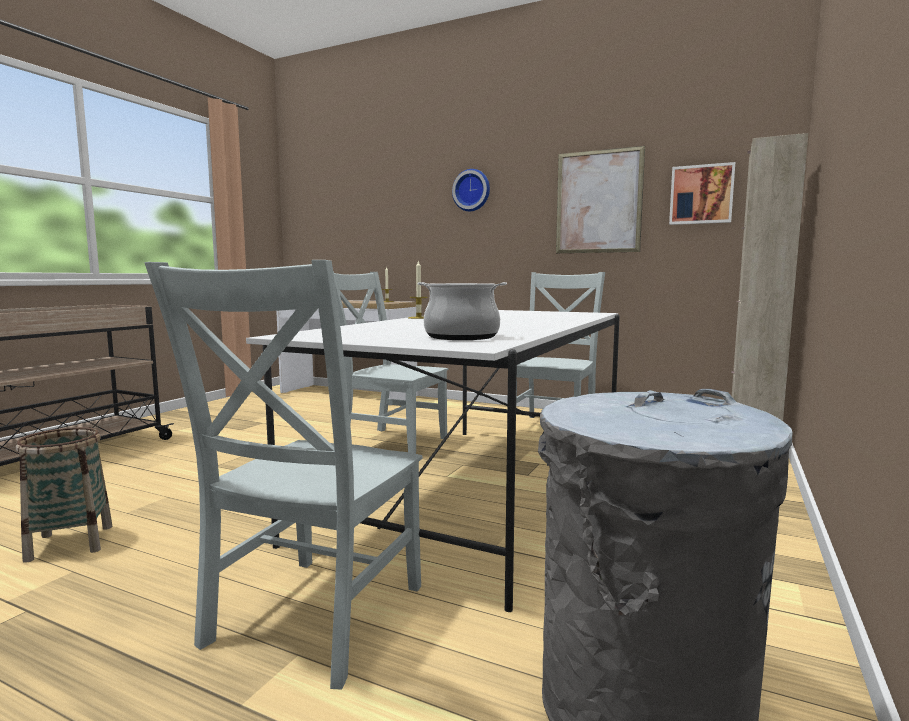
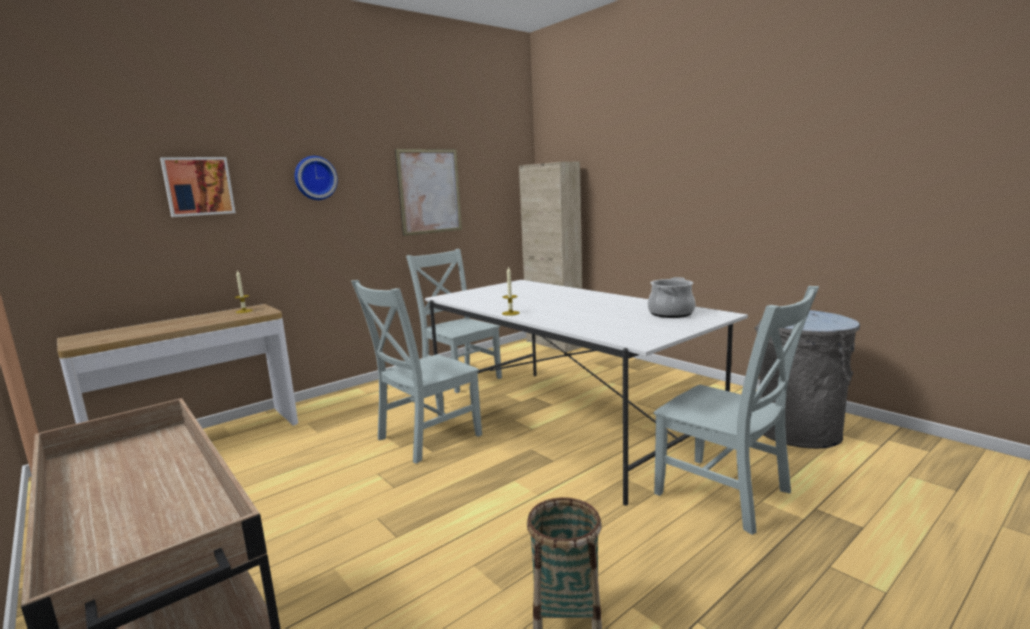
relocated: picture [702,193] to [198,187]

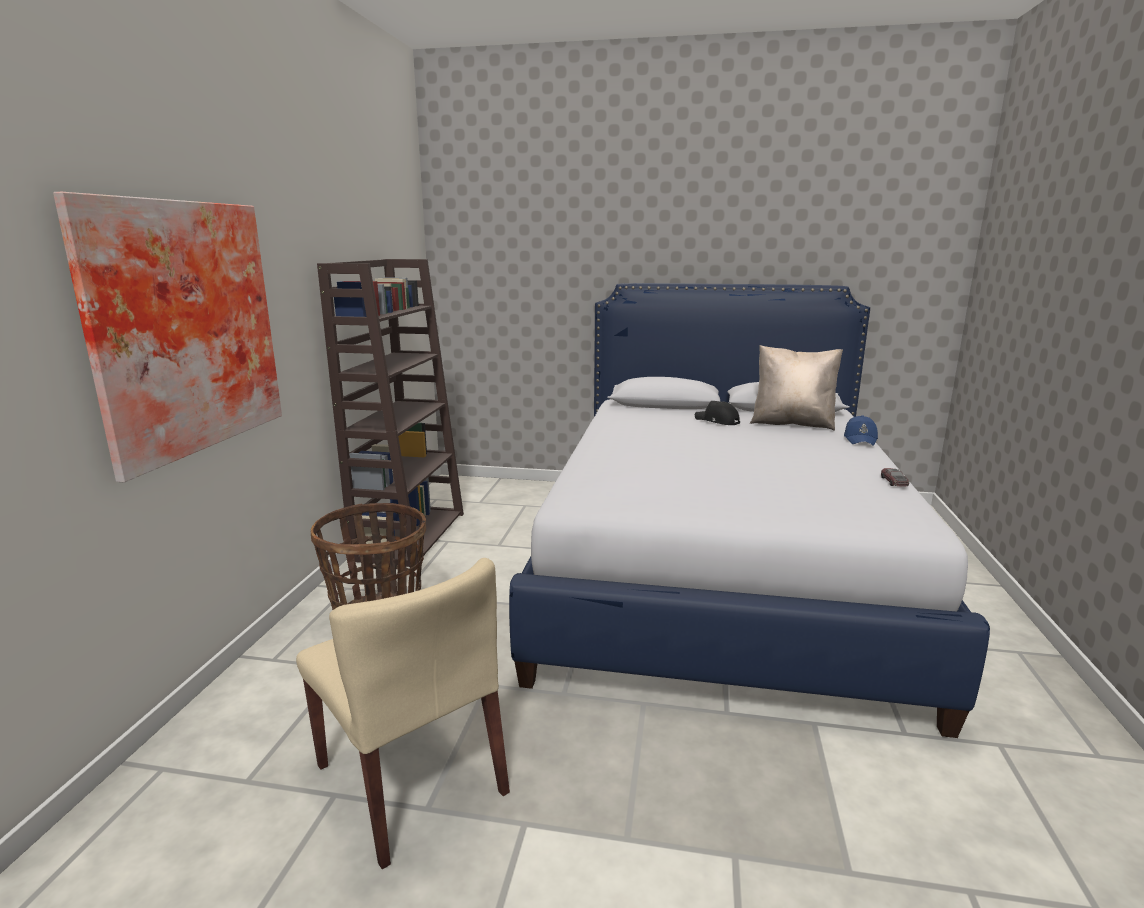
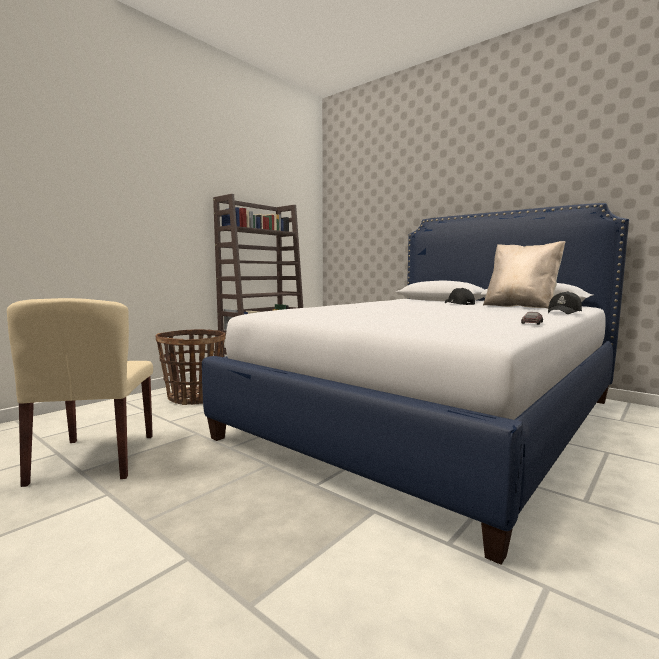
missing: picture [167,337]
colour: cap/blue [861,430] to cap/black [565,302]

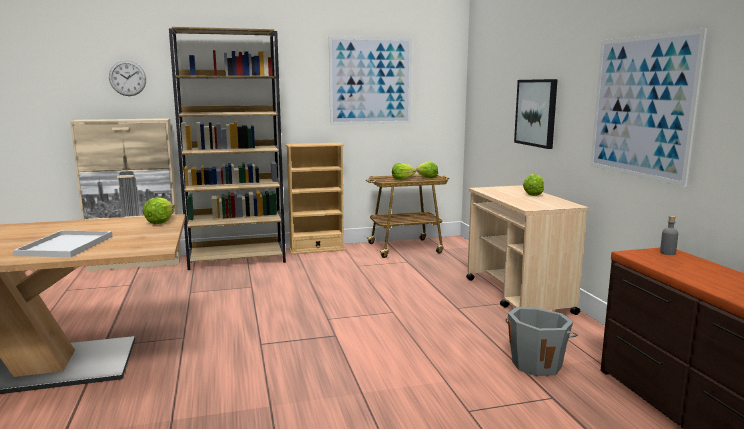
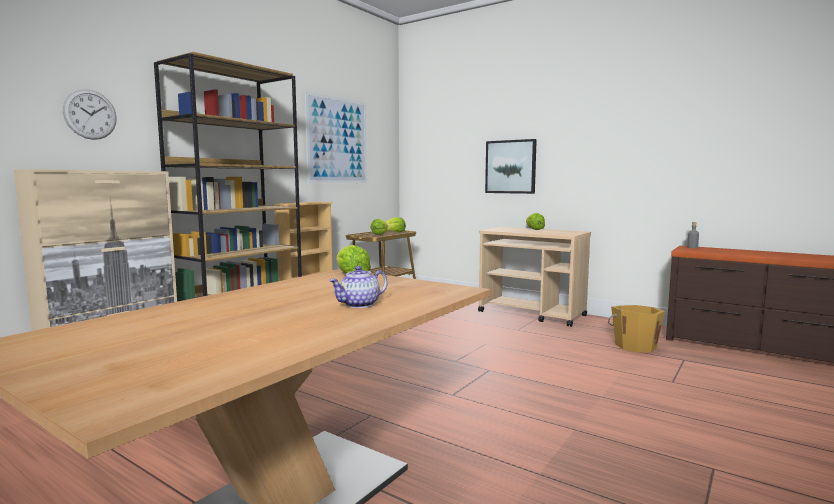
missing: picture [648,107]
exchanged: tray/white [63,243] to teapot [358,287]
colour: bucket/grey [541,341] to bucket/orange [636,329]

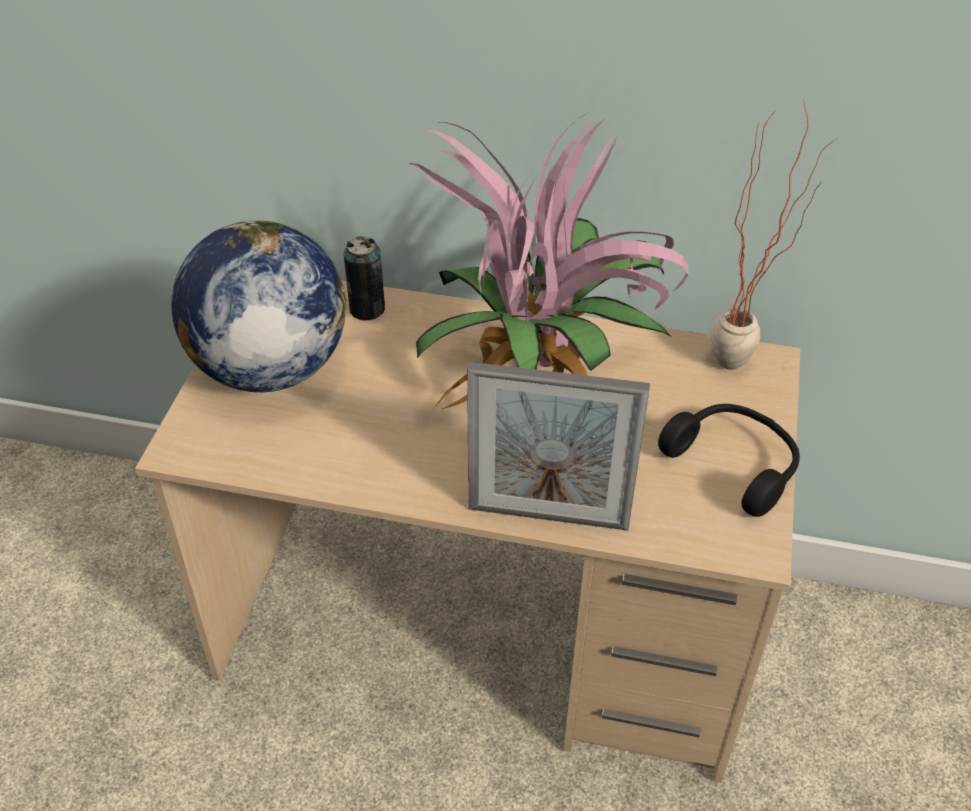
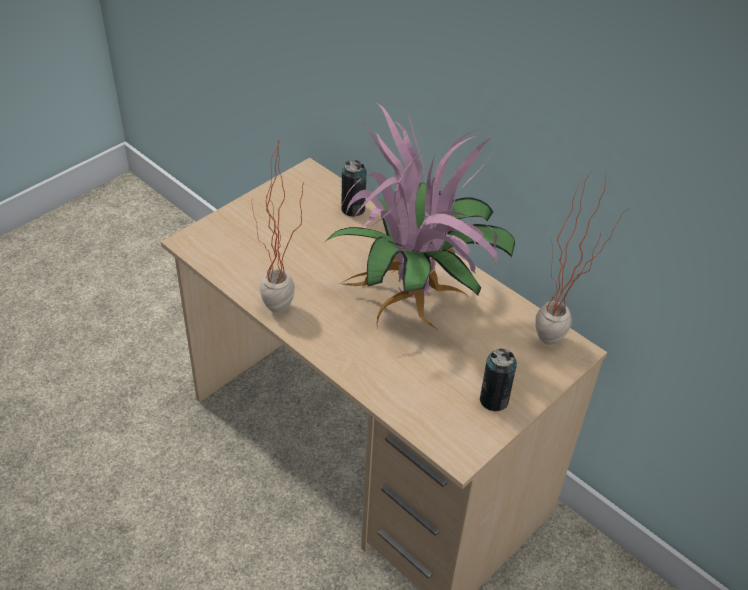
missing: globe [258,306]; picture frame [558,446]
appeared: potted plant [278,226]
exchanged: headphones/black [729,460] to can [498,379]

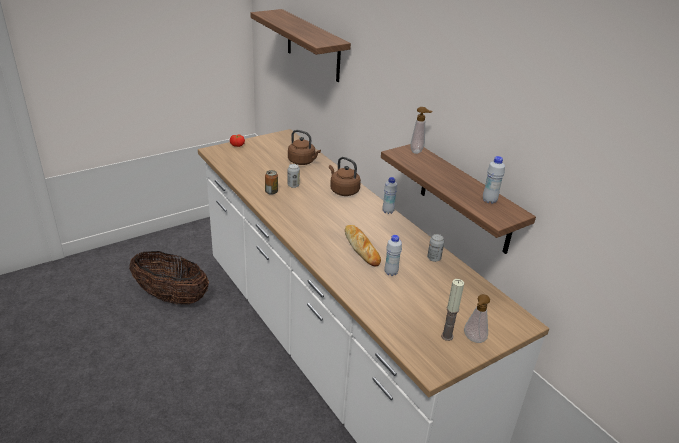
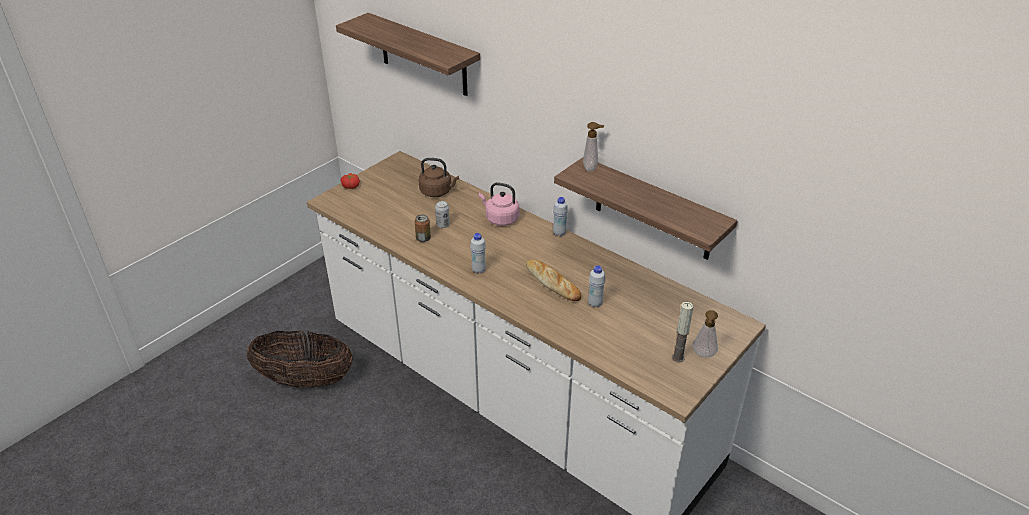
missing: can [435,248]
relocated: bottle/white [494,180] to [478,253]
colour: kettle/brown [345,176] to kettle/pink [499,204]

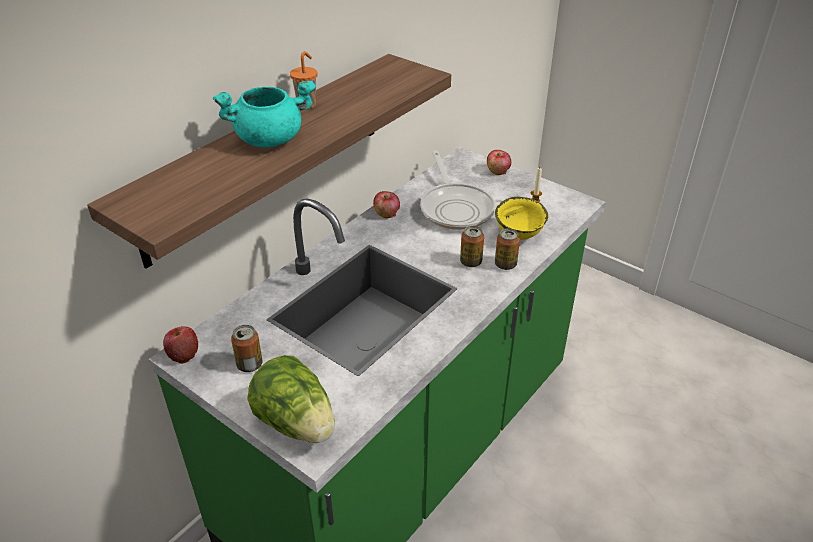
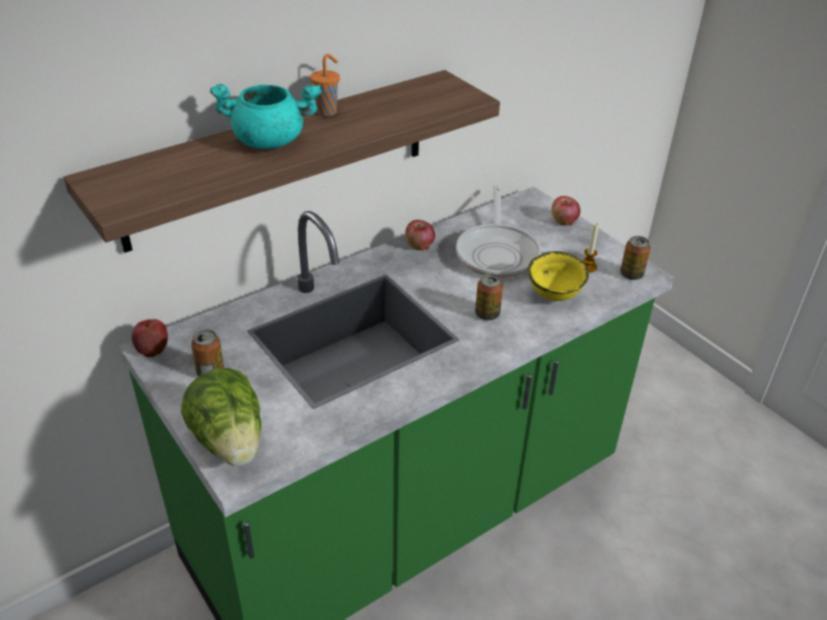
relocated: can [507,249] to [635,258]

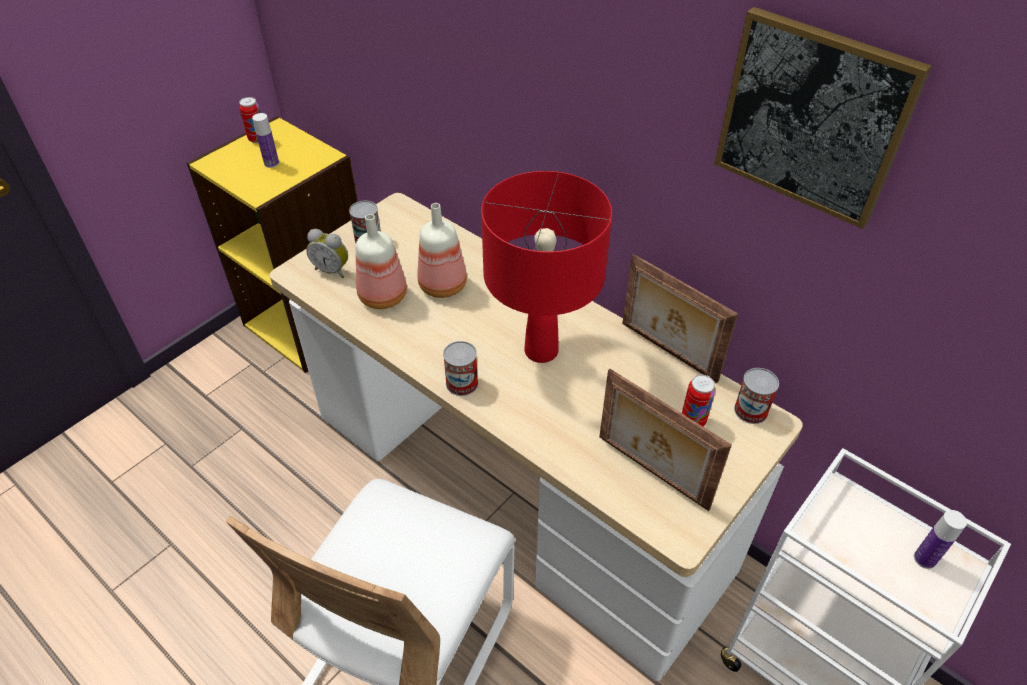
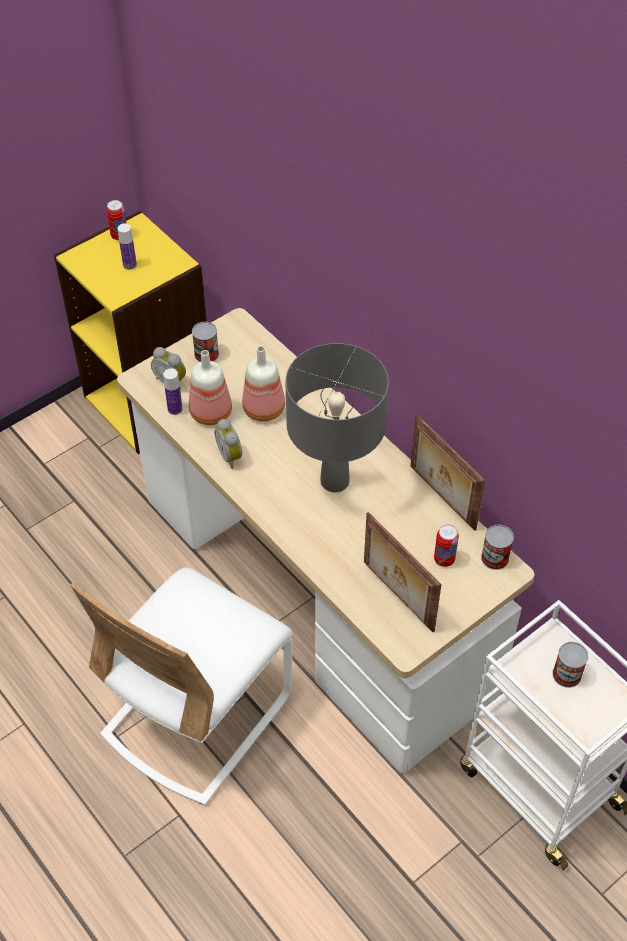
missing: picture [823,118]
appeared: alarm clock [228,444]
relocated: bottle [940,539] to [173,391]; can [460,368] to [570,665]
colour: table lamp/red [546,267] to table lamp/grey [337,417]

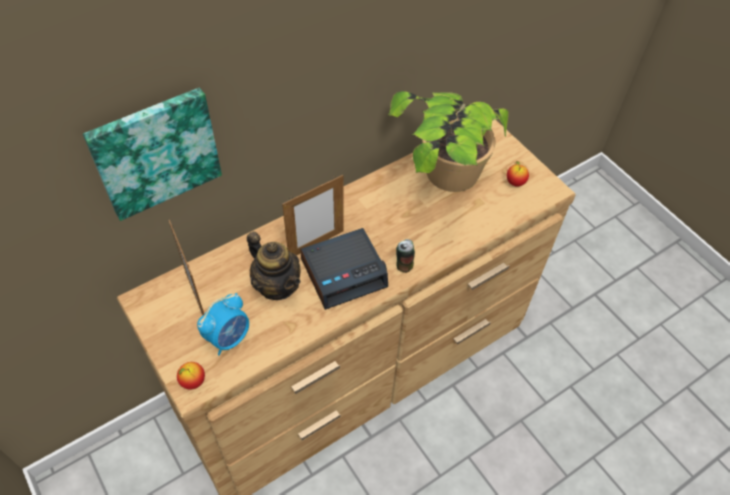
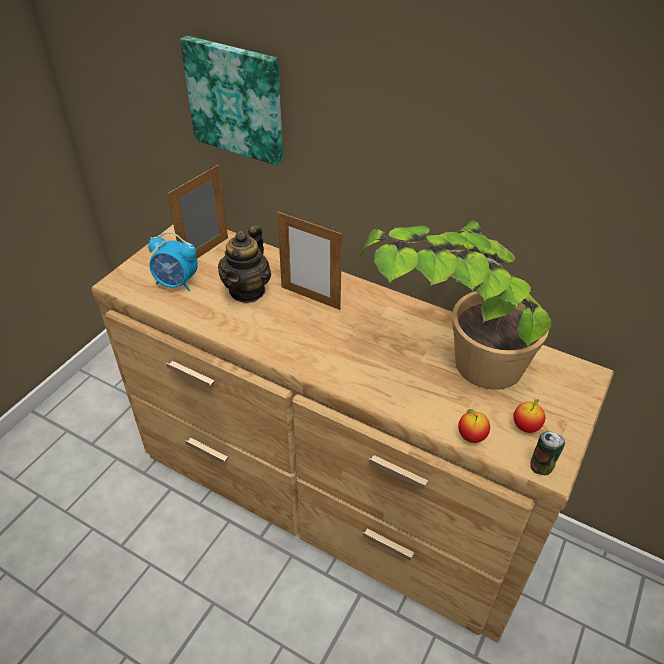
missing: alarm clock [344,269]
relocated: apple [191,376] to [474,426]; can [405,256] to [547,453]

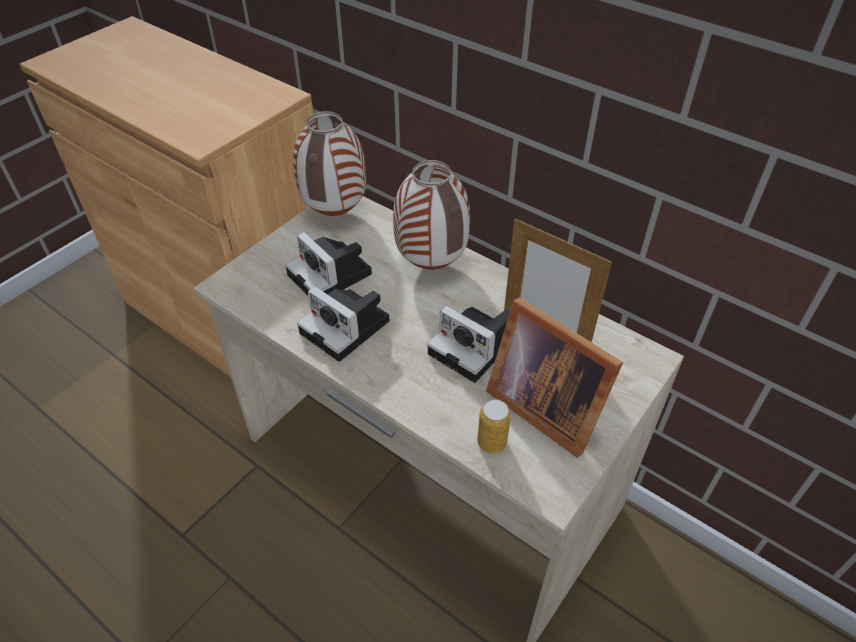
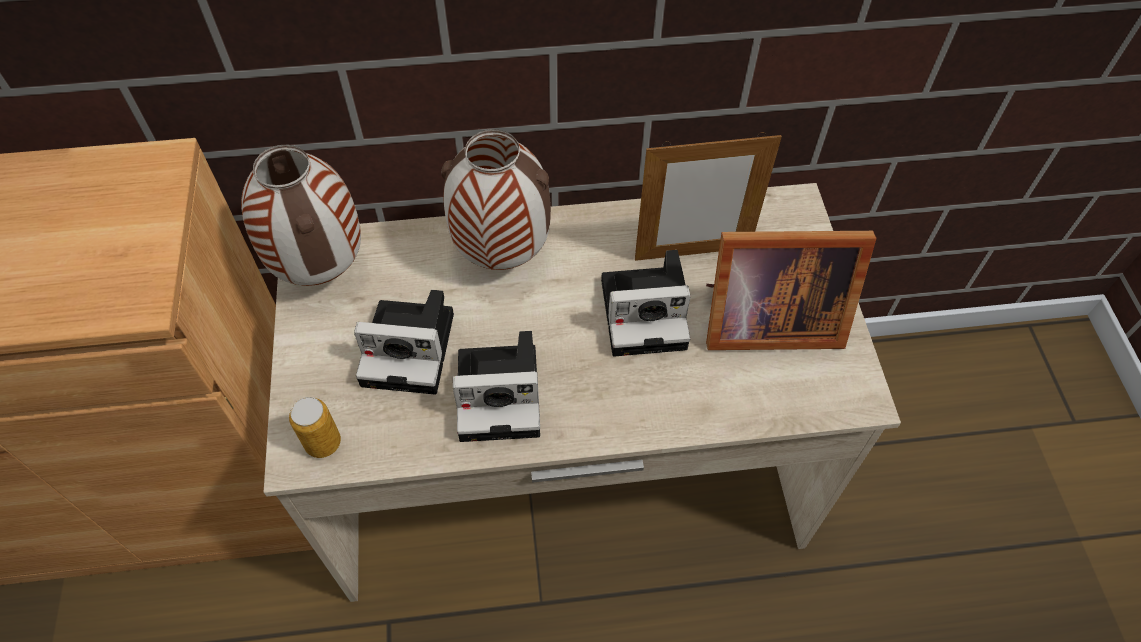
relocated: can [494,426] to [315,427]

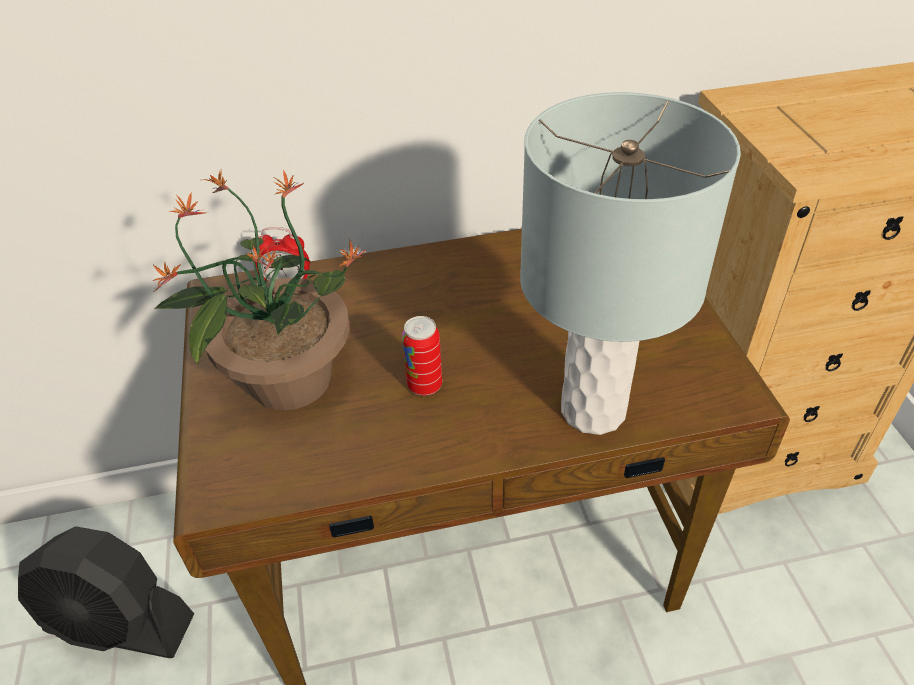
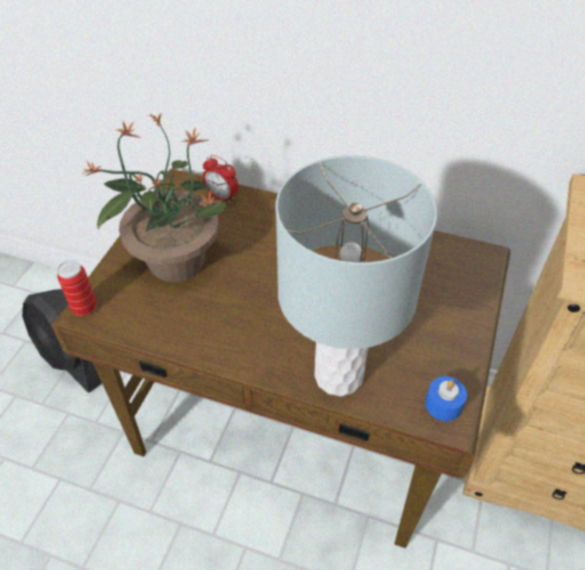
appeared: candle/blue [446,398]
relocated: can [422,356] to [77,288]

